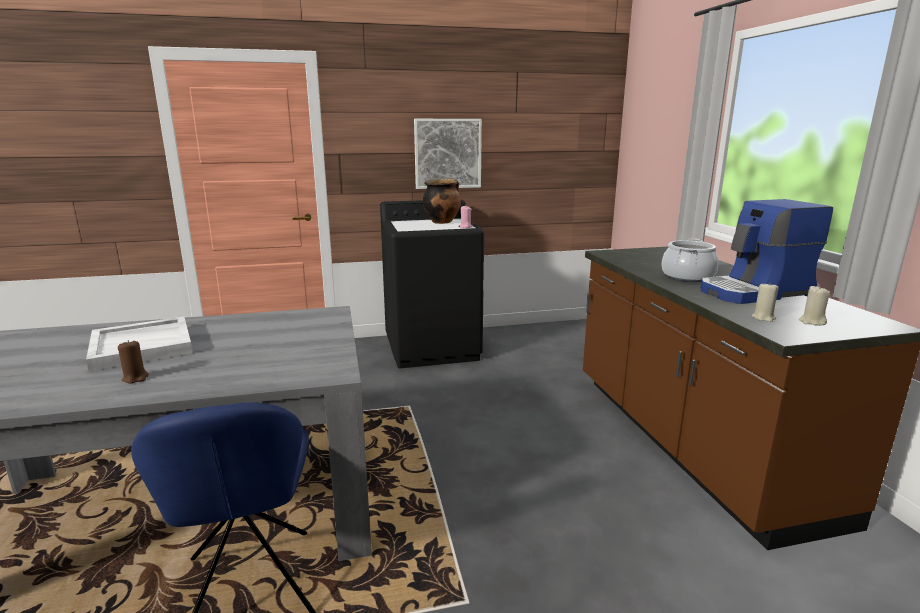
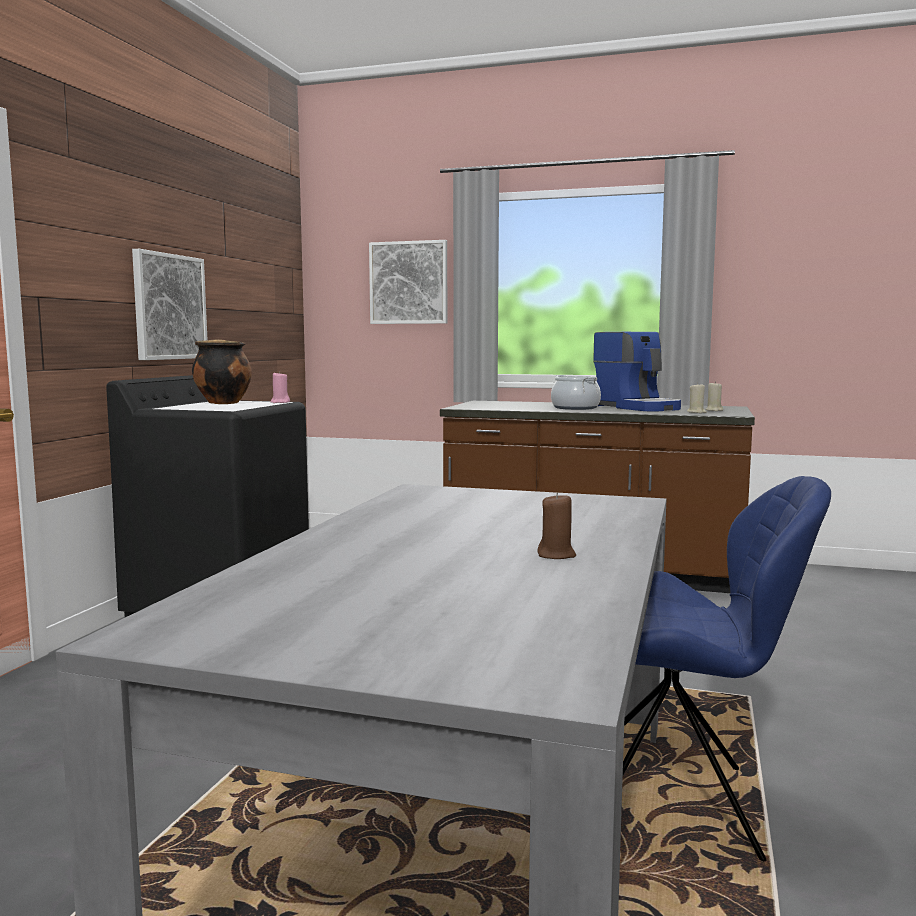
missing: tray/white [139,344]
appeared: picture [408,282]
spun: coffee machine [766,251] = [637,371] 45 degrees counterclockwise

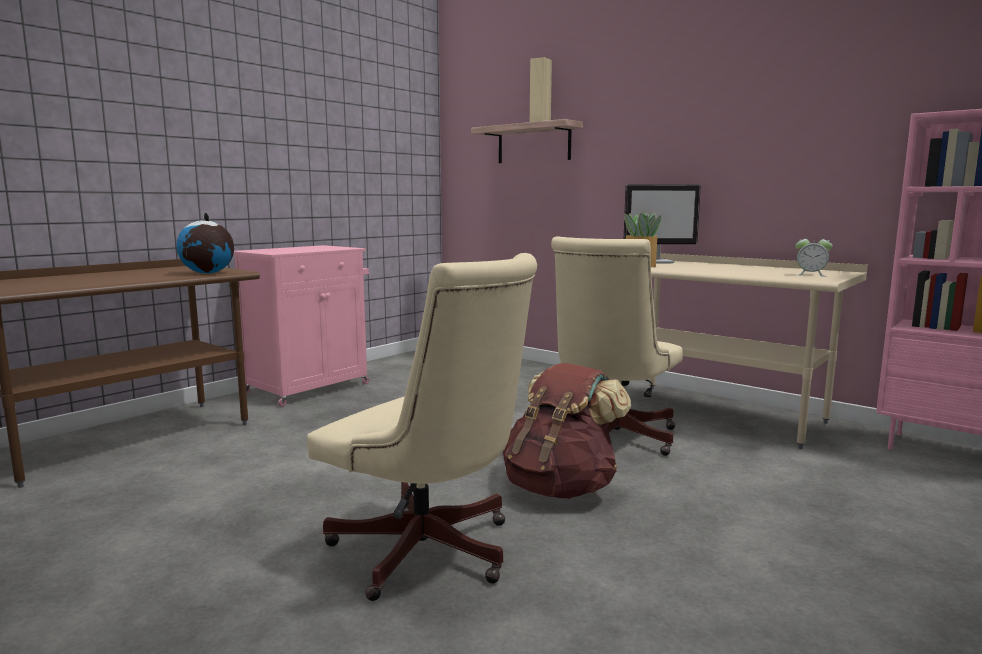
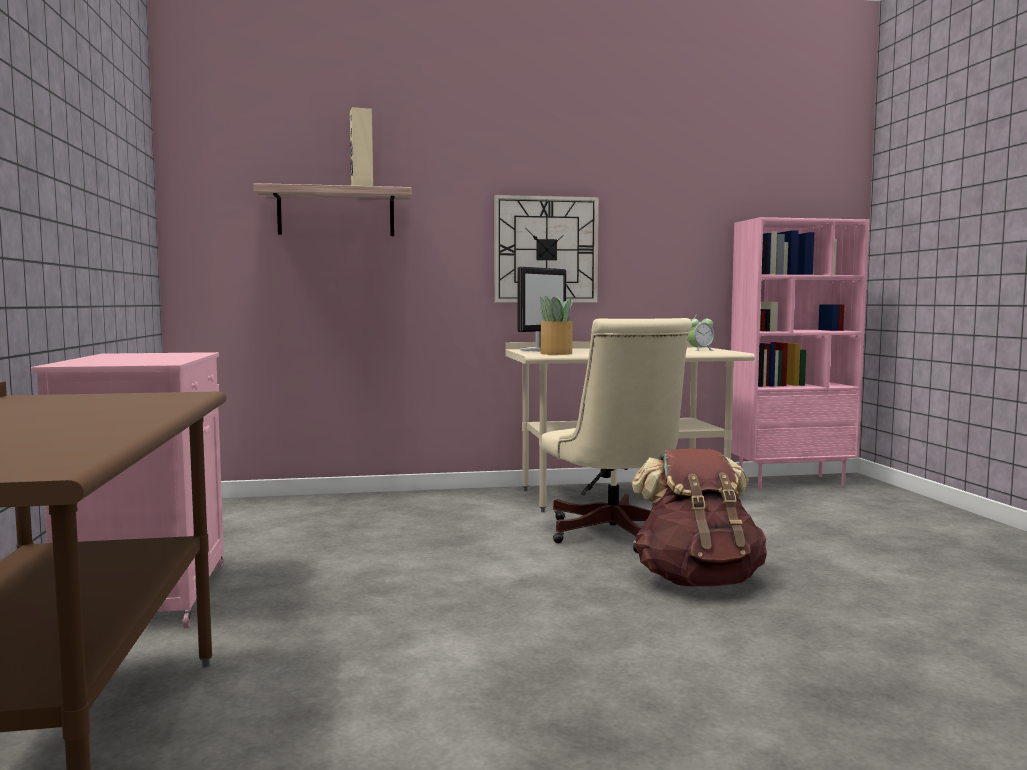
missing: globe [205,243]; office chair/beige [422,427]
appeared: wall clock [546,249]

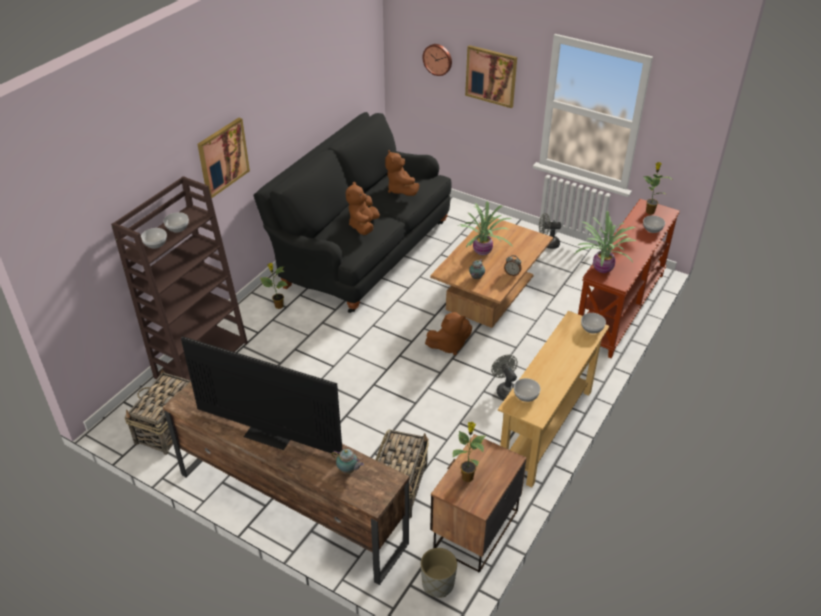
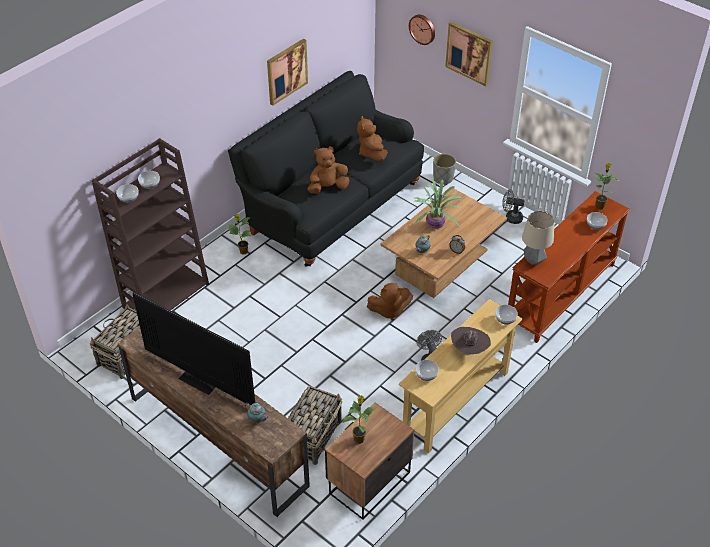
appeared: hat/brown [471,340]
relocated: picture [223,158] to [287,72]; planter/grey [439,573] to [444,169]
exchanged: potted plant [605,242] to table lamp [538,238]
spun: plush toy/brown [362,208] = [329,170] 45 degrees clockwise

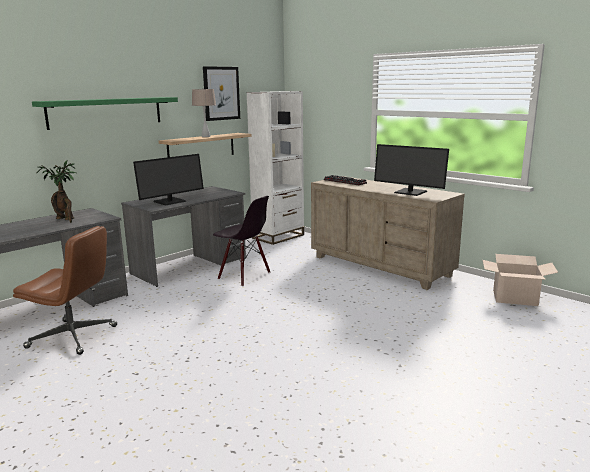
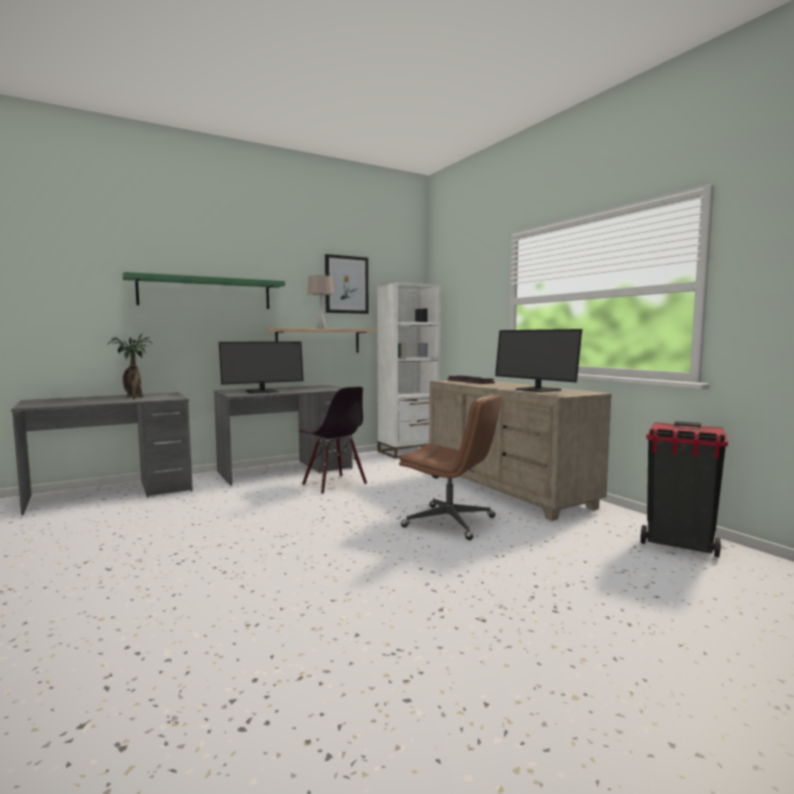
relocated: office chair/brown [65,290] to [450,467]
exchanged: cardboard box [520,280] to trash can/black [684,489]

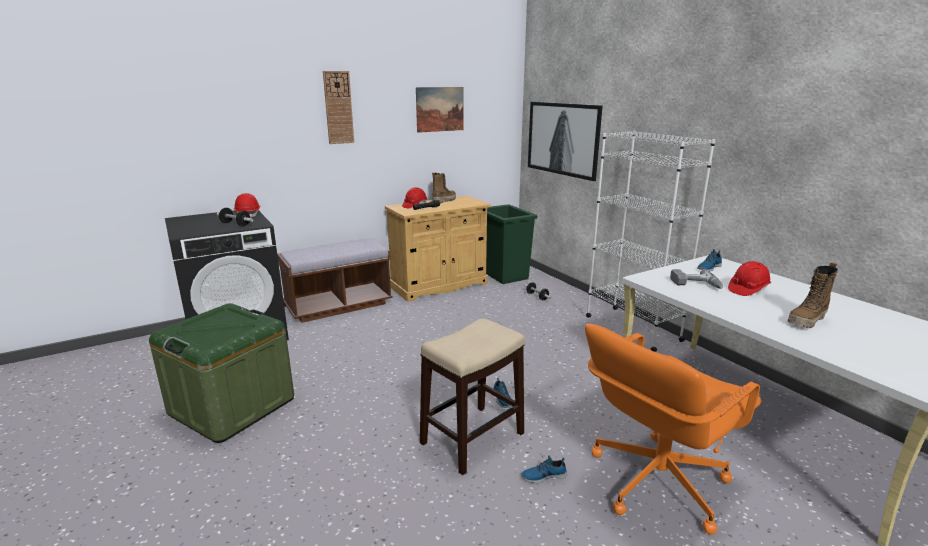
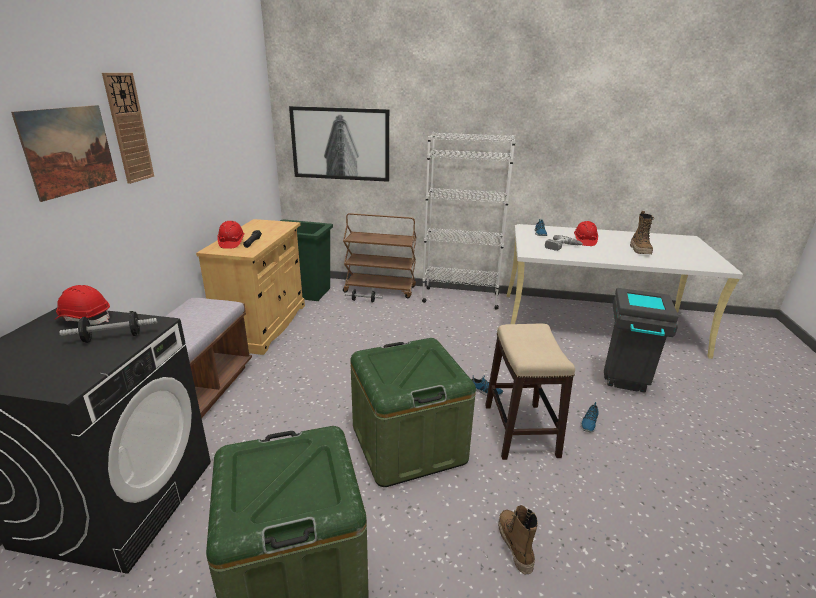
appeared: cart/brown [379,255]; storage box/green [413,412]
relocated: picture [439,110] to [64,153]; boot [444,188] to [518,540]
exchanged: office chair/orange [673,429] to trash can/grey [641,340]

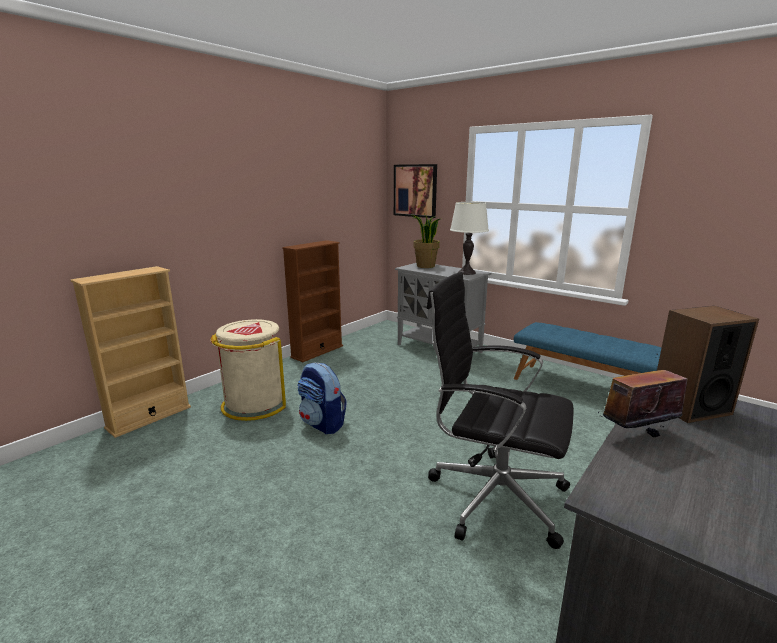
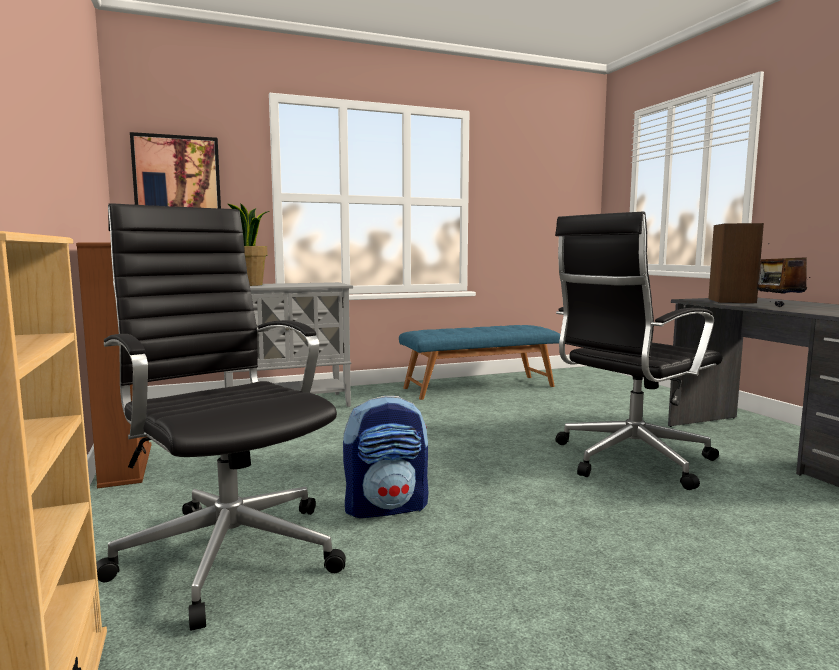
missing: table lamp/white [469,238]
exchanged: trash can/beige [248,370] to office chair/black [221,417]

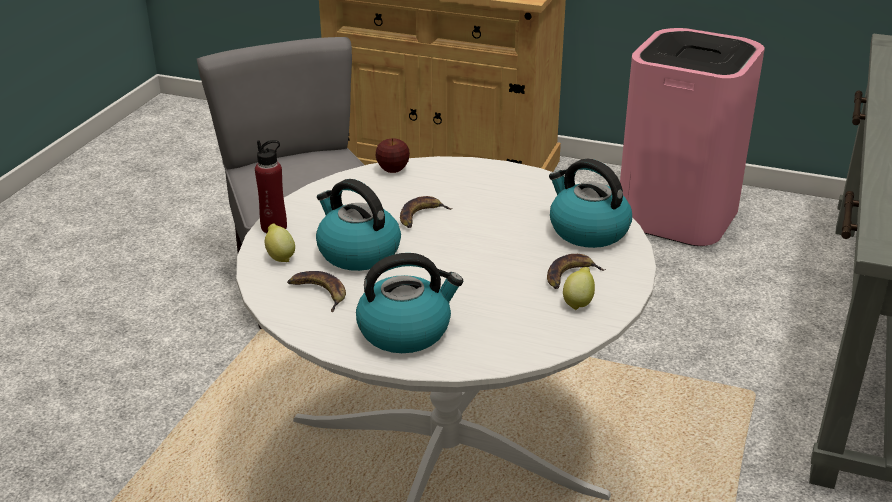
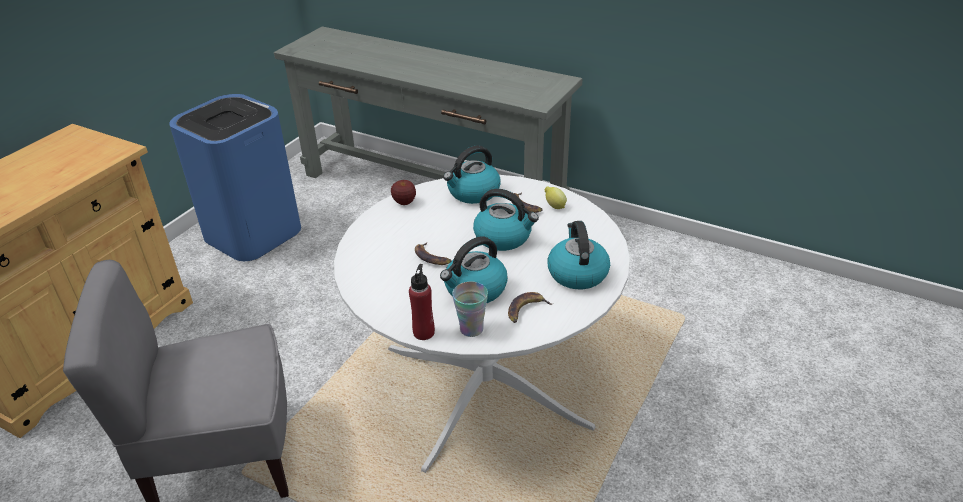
appeared: kettle [506,220]
relocated: apple [393,155] to [403,192]
exchanged: lemon [280,242] to cup [470,309]
colour: trash can/pink [692,137] to trash can/blue [235,177]

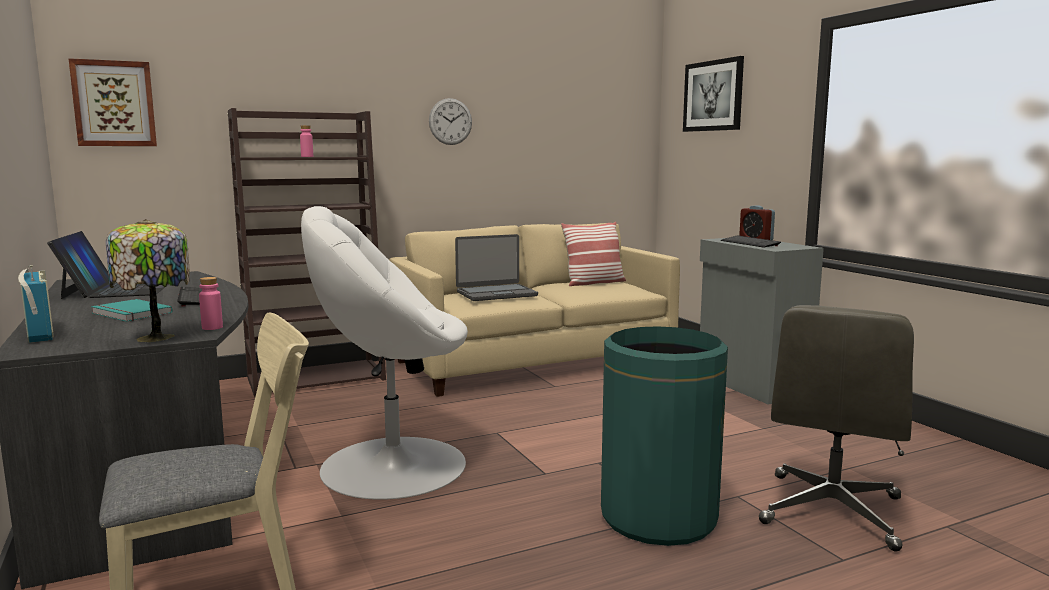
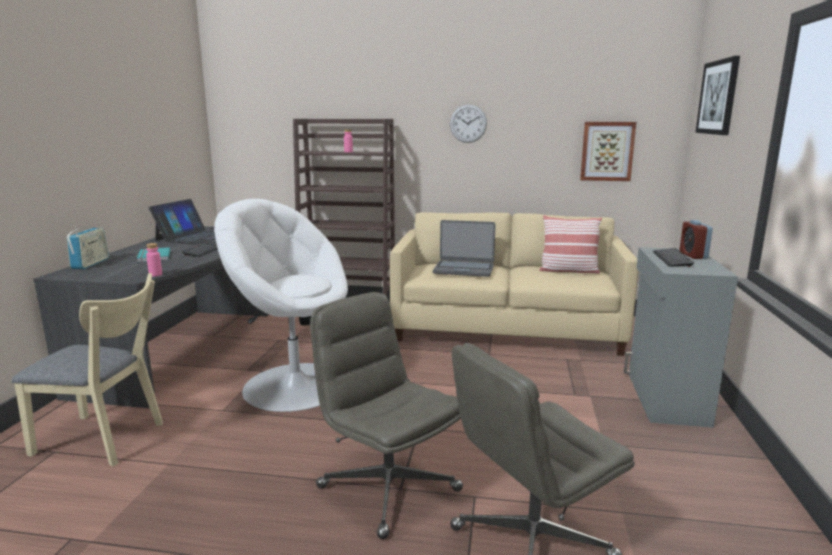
missing: table lamp [148,280]
relocated: picture [112,102] to [608,151]
exchanged: trash can/green [664,436] to office chair/grey [386,415]

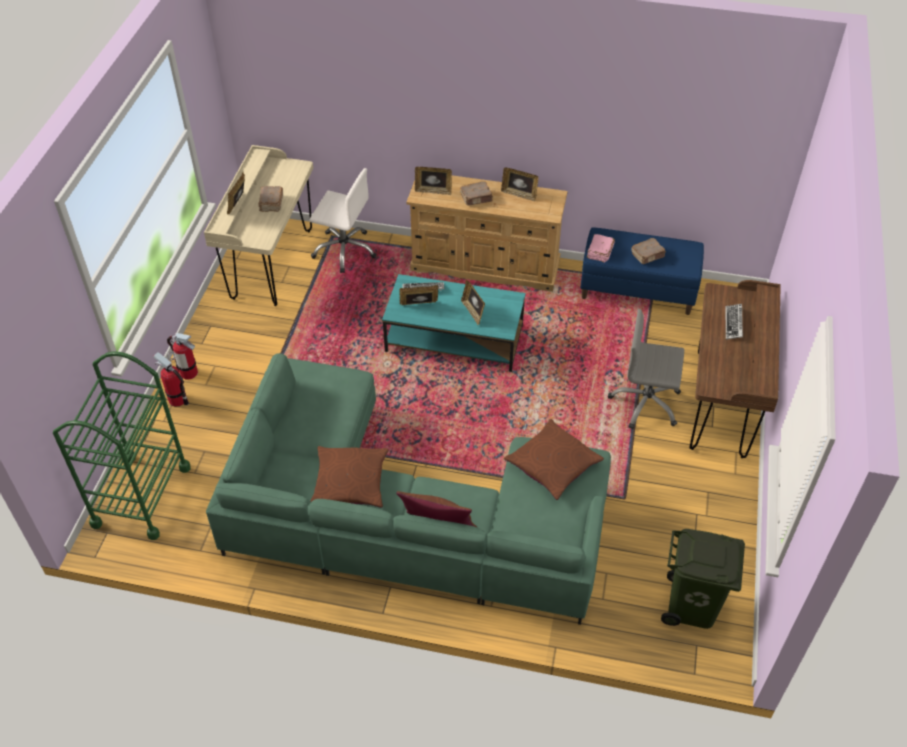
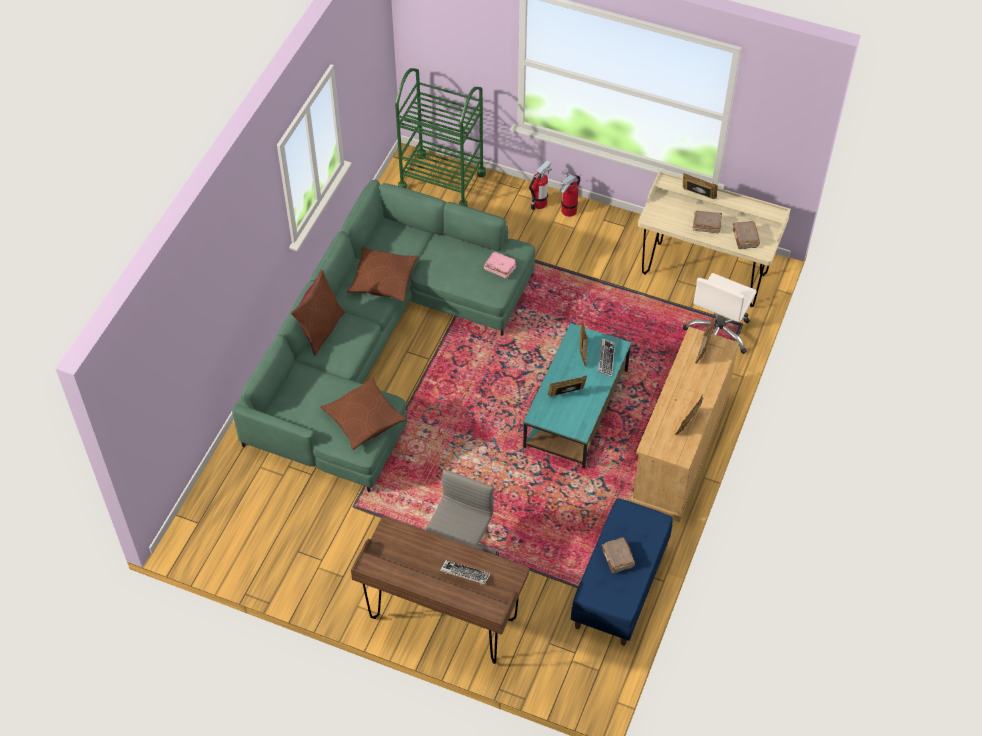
missing: trash can/green [703,579]
relocated: book/pink [601,248] to [500,265]; book/brown [476,193] to [746,235]

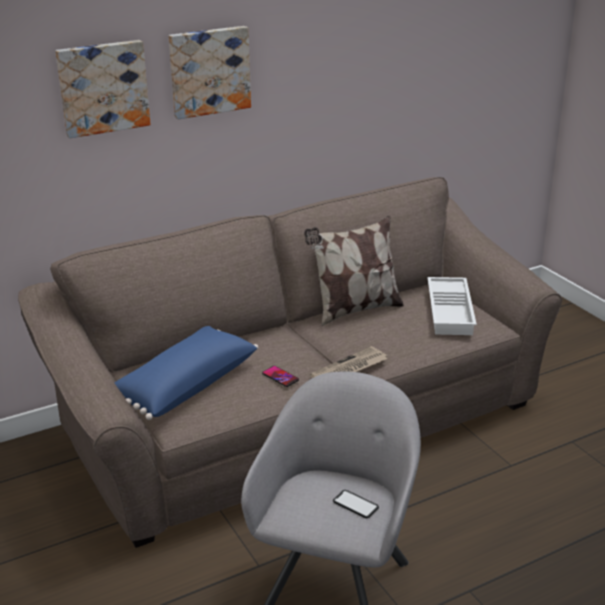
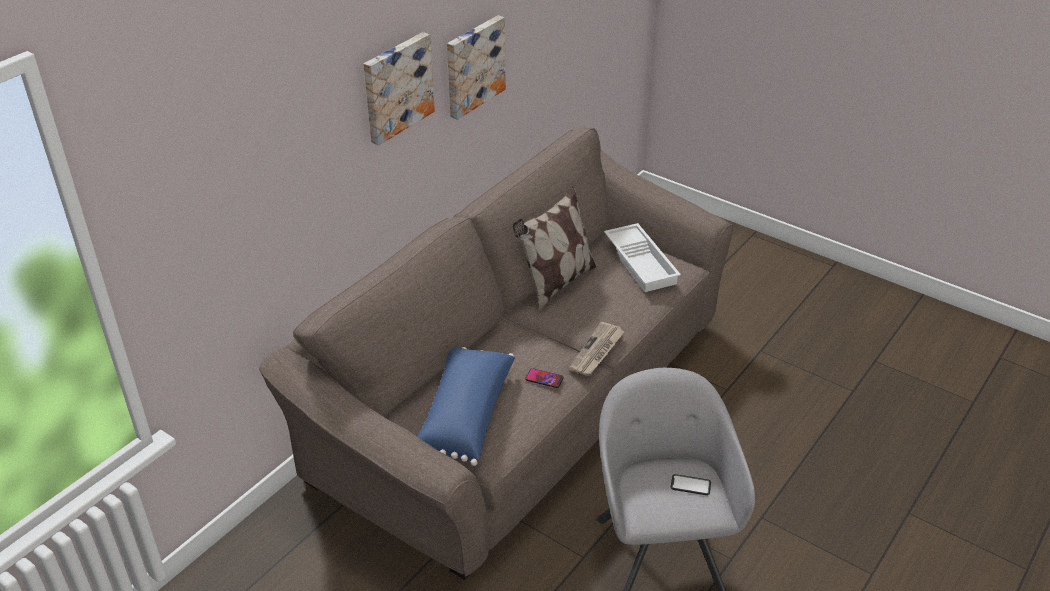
relocated: picture [103,89] to [476,67]

